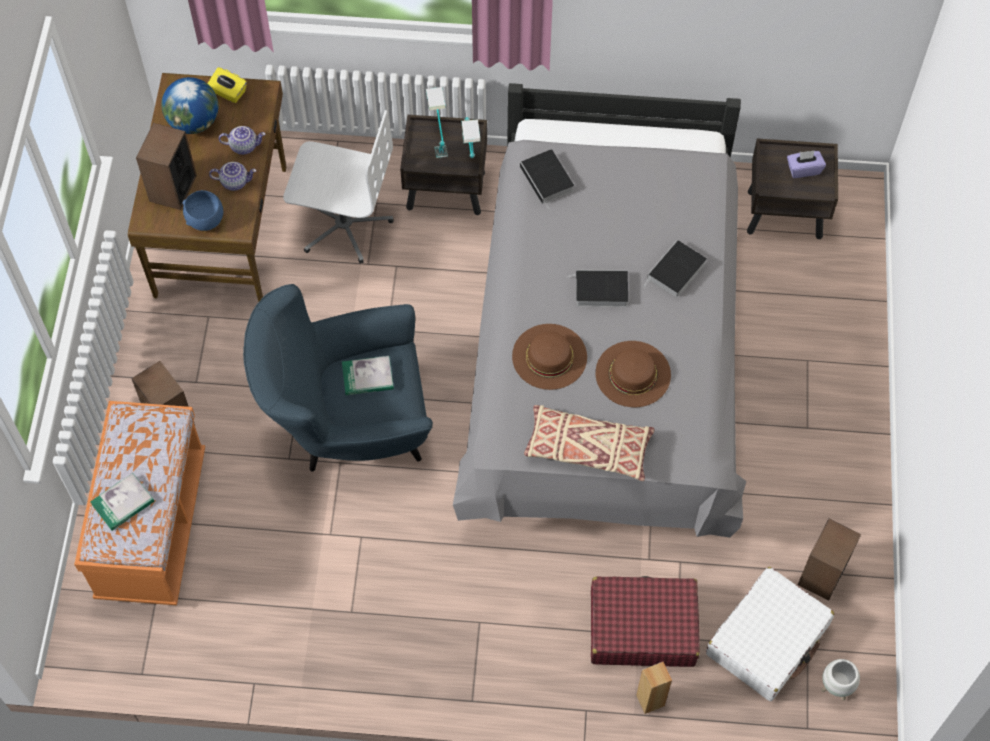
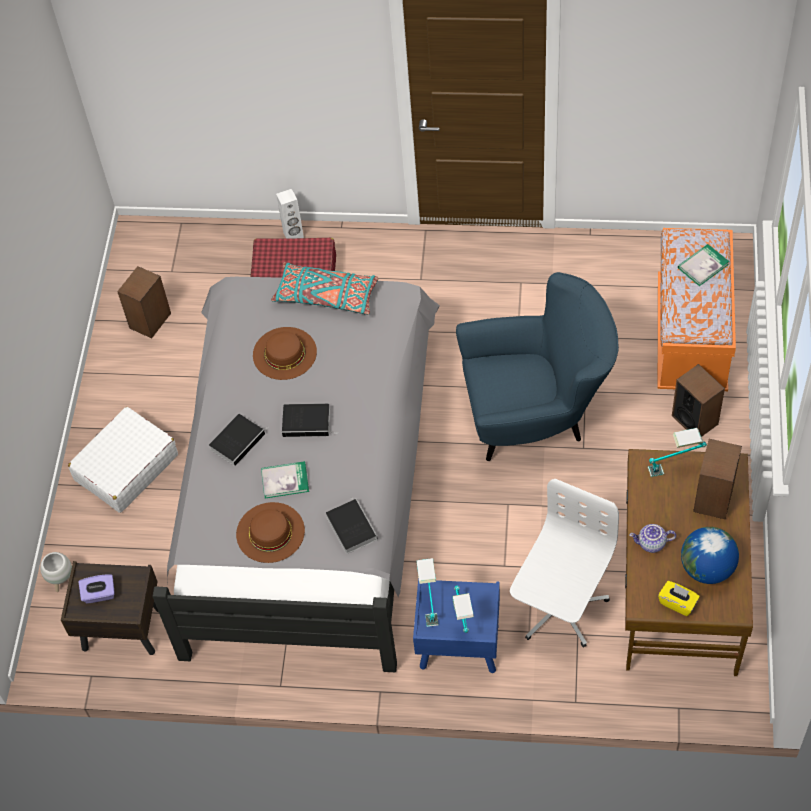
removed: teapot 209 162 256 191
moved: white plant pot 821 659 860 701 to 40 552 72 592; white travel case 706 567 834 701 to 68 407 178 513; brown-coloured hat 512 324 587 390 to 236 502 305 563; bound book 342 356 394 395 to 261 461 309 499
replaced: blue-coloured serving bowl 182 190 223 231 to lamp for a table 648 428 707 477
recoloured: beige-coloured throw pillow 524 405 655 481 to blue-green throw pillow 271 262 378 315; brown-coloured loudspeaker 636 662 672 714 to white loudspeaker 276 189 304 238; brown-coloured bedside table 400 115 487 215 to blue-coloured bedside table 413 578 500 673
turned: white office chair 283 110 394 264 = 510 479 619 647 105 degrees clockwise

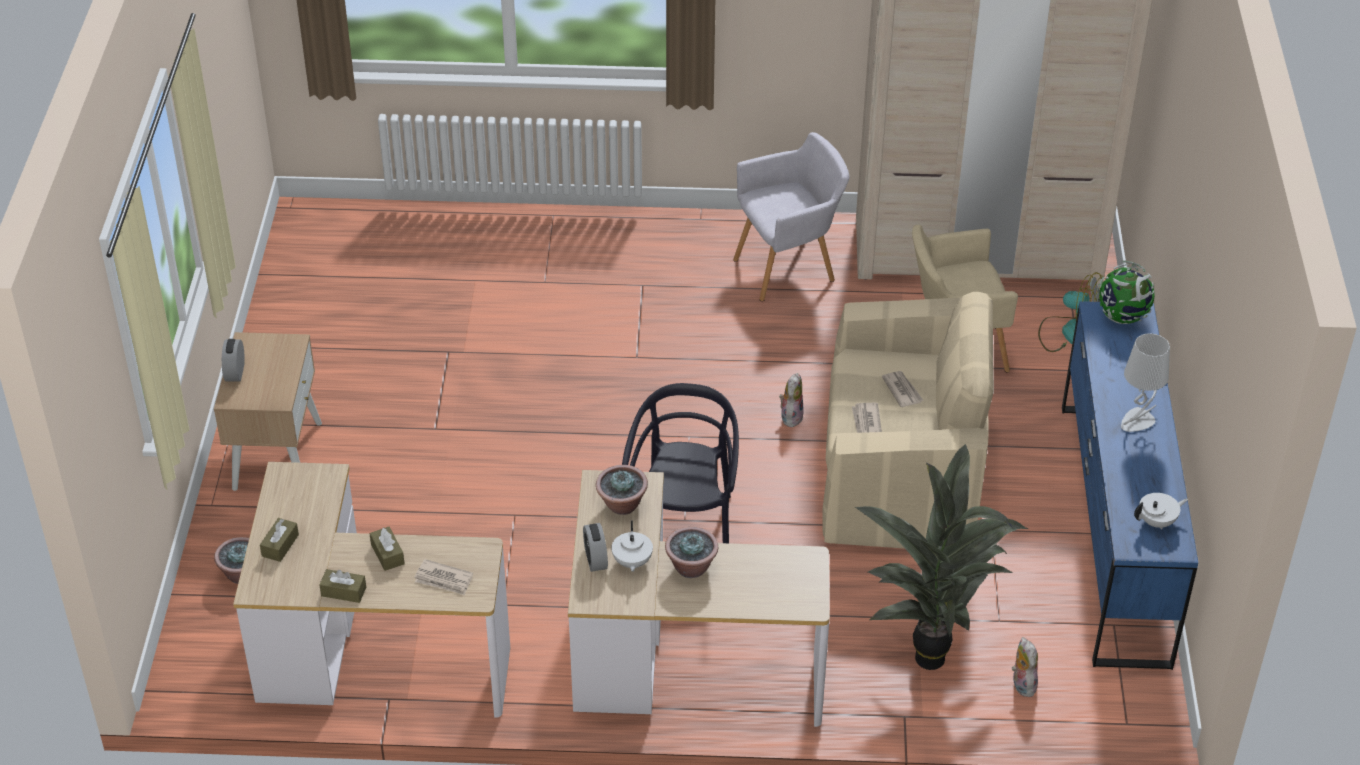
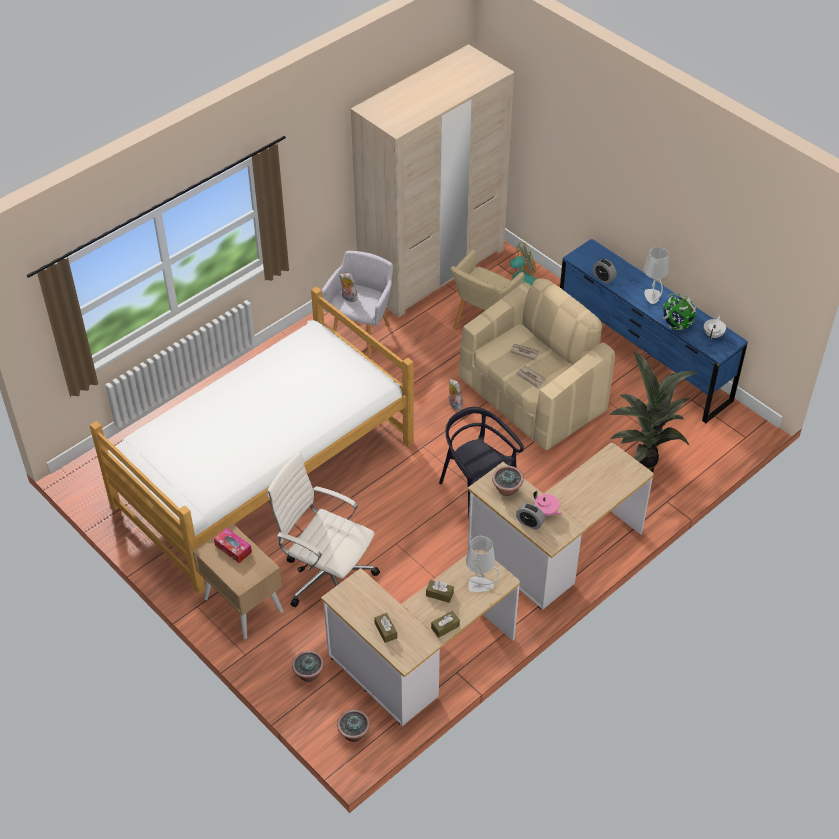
added: bed 90 287 414 594; tissue box 214 528 252 563; white office chair 267 452 380 607
moved: plant in a pot 665 527 718 578 to 337 710 370 742; cuddly toy 1012 637 1038 697 to 339 273 360 302; alarm clock 222 339 245 382 to 593 259 617 284; desk globe 1097 261 1154 324 to 663 293 696 330
replaced: newspaper 414 559 473 595 to grey lamp for a table 466 536 500 592
recoloured: white teapot 611 521 653 572 to pink-coloured teapot 533 491 562 516

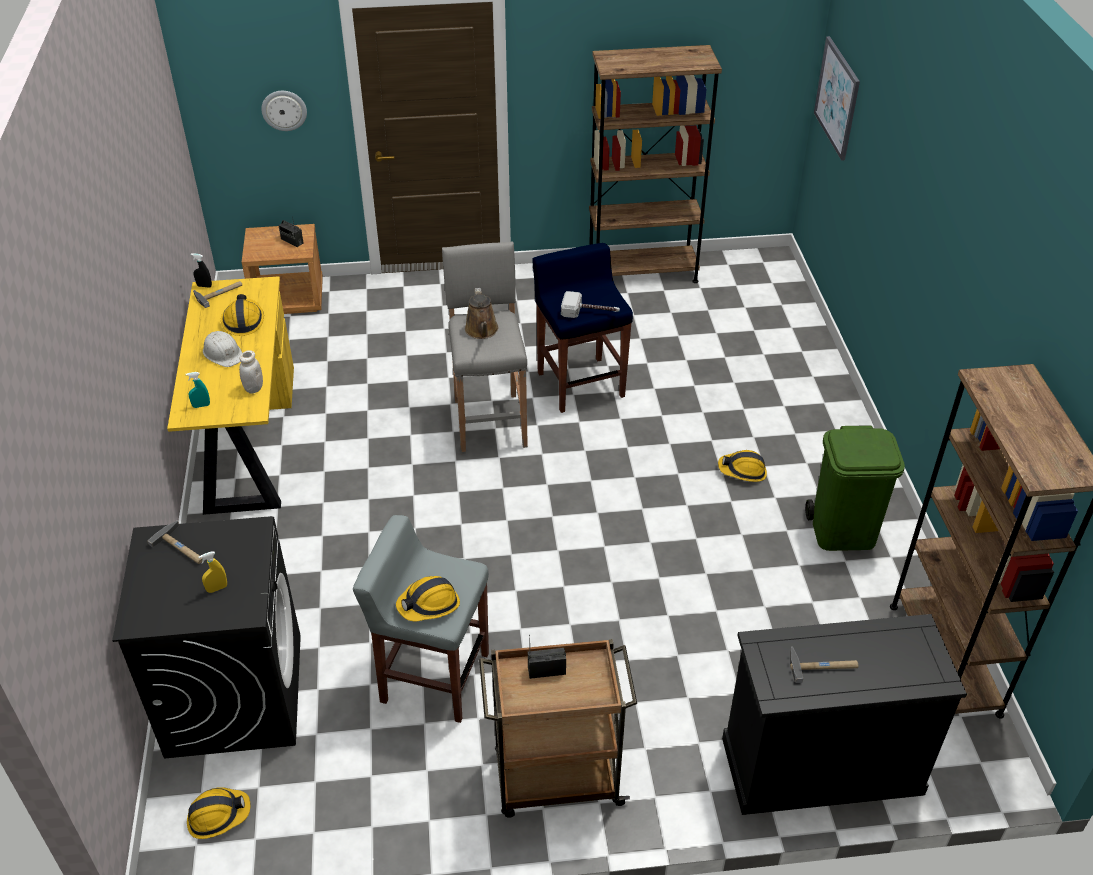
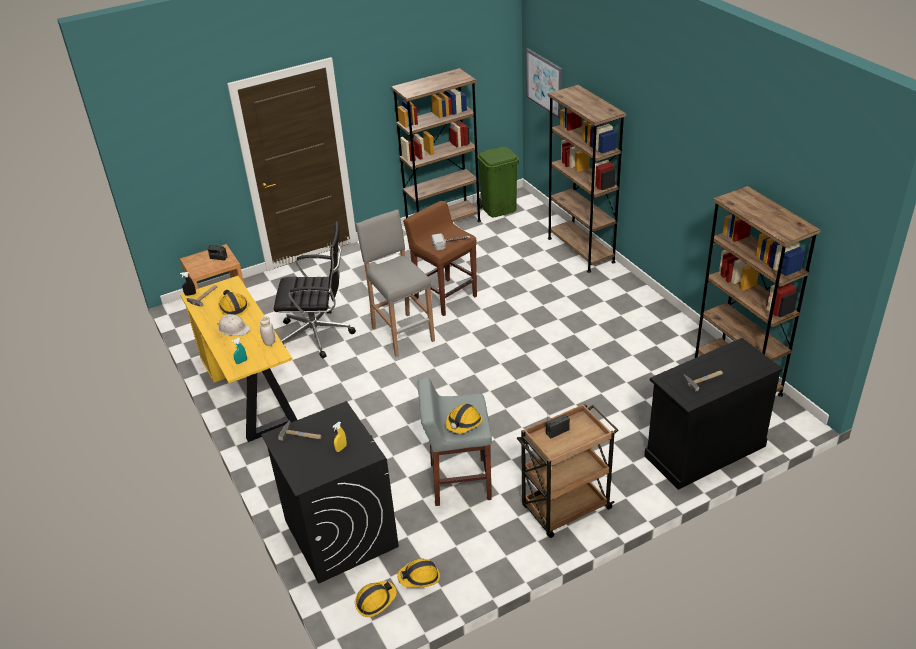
removed: hanging clock 261 91 307 131; brown-coloured sprinkling can 465 288 499 339
added: black office chair 274 221 356 358; brown-coloured bookcase 548 85 626 273
moved: hard hat 718 450 767 482 to 397 558 440 588; green rubbish bin 805 425 905 551 to 478 147 519 217
recoloured: blue-coloured stool seat 532 243 633 413 to brown-coloured stool seat 403 201 477 316

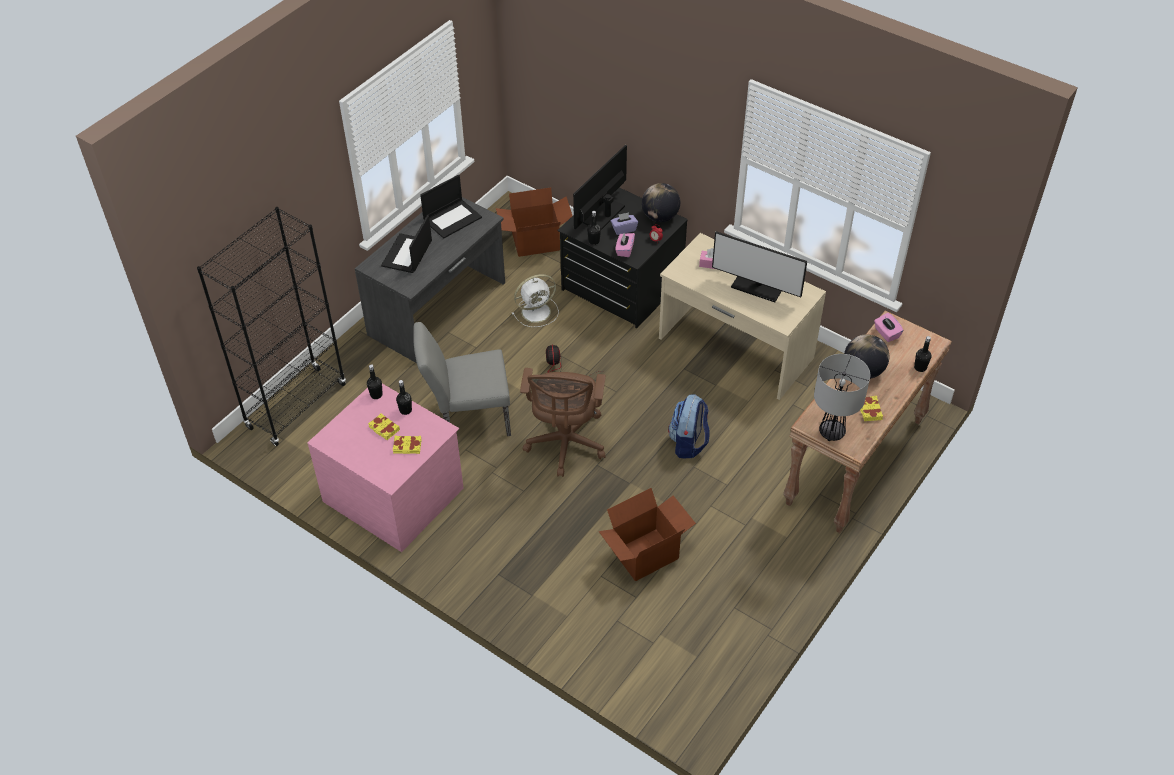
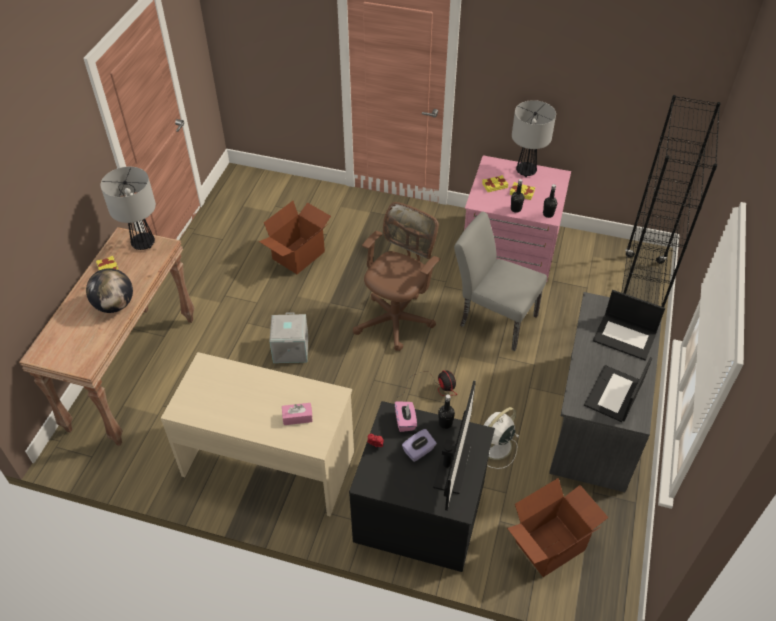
removed: desk globe 642 183 680 222; computer display 712 231 807 302; pink-coloured tissue box 874 312 904 342; black drink bottle 914 336 932 372
added: lamp for a table 512 100 556 177
replaced: backpack 668 394 709 458 to grey storage bin 269 312 308 363
turned: brown-coloured office chair 520 368 606 477 = 353 202 441 351 45 degrees clockwise; grey upright chair 413 322 511 436 = 454 211 547 351 120 degrees counterclockwise; notebook computer 381 215 432 273 = 593 290 665 361 120 degrees clockwise

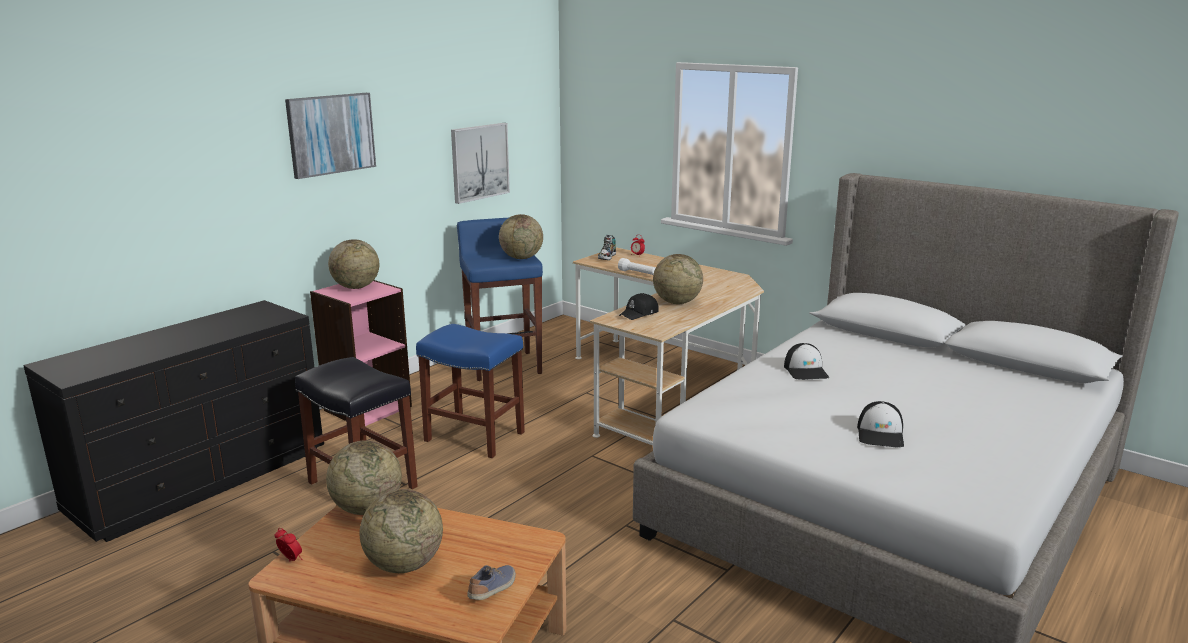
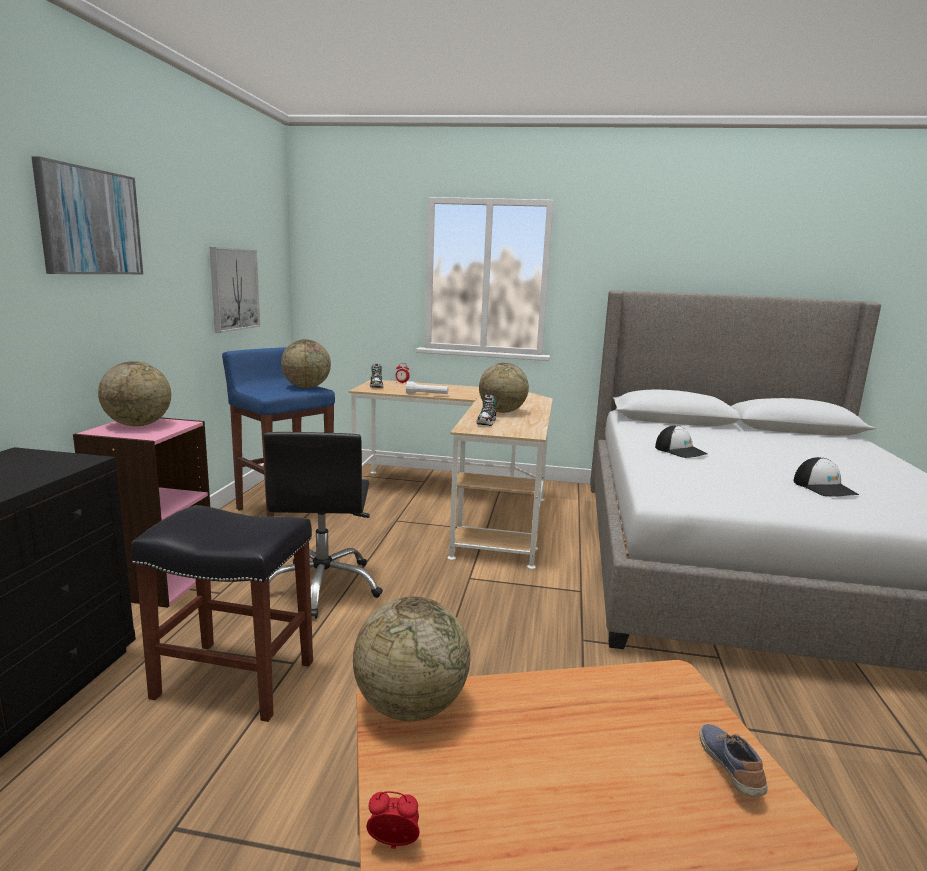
removed: desk globe 359 489 443 573
replaced: blue-coloured stool seat 416 324 525 458 to black office chair 263 432 383 619; black baseball cap 619 293 659 320 to item of footwear 476 394 497 426

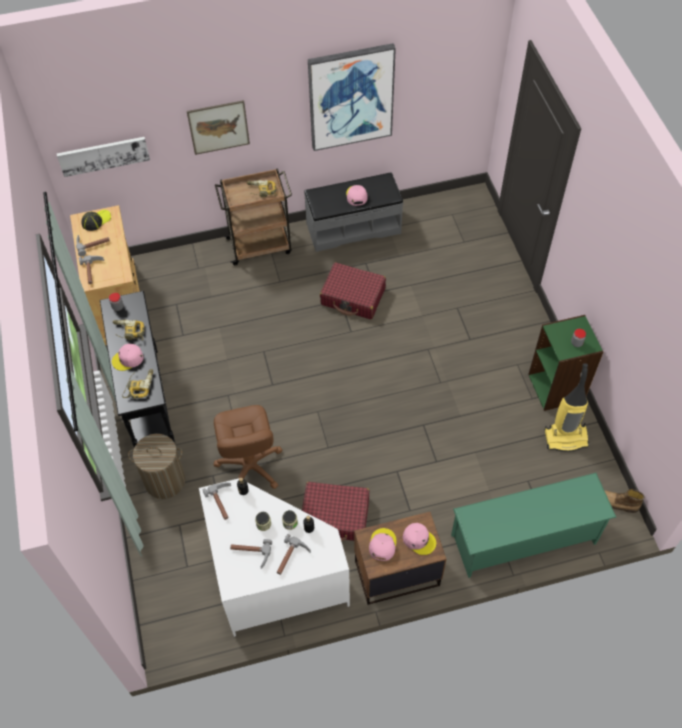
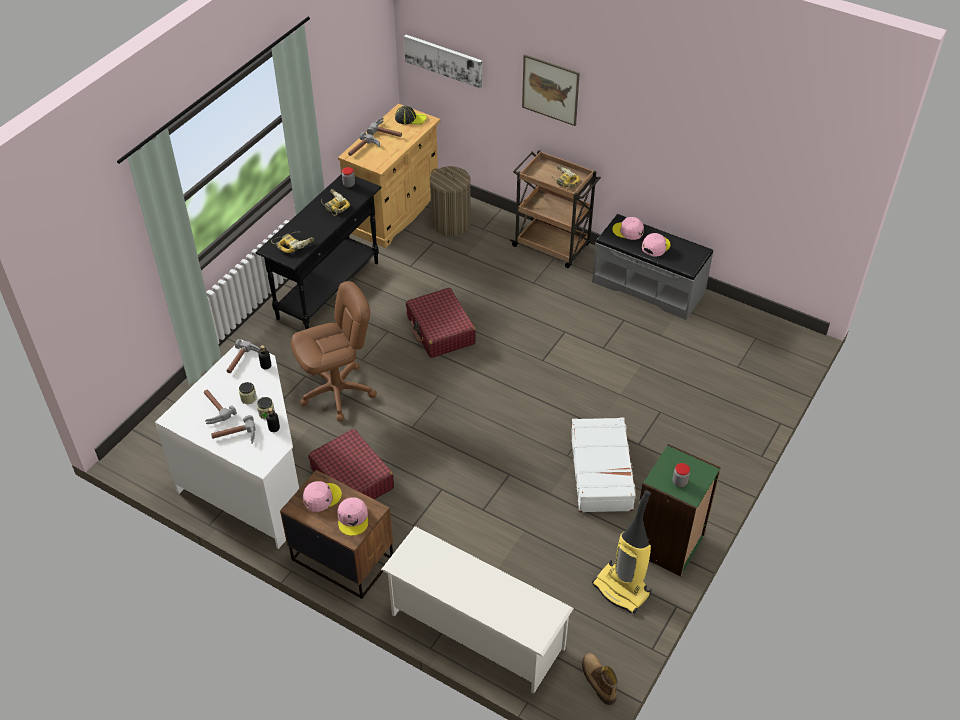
removed: wall picture 308 43 396 151
added: white travel case 571 417 637 513
moved: red-coloured travel case 320 262 386 319 to 406 288 476 358; washing basket 128 434 185 499 to 430 166 471 236; pink-coloured baseball cap 112 344 143 371 to 612 217 644 240
recoloured: green shoe stand 451 473 616 578 to white shoe stand 381 526 574 694
turned: brown-coloured office chair 214 405 282 489 = 291 281 377 421 150 degrees counterclockwise

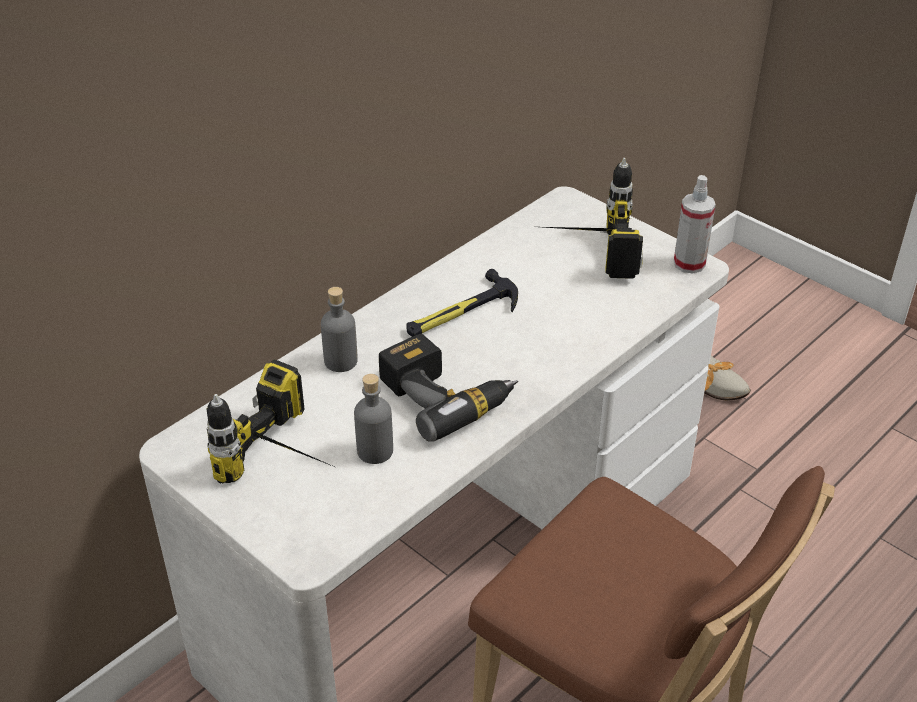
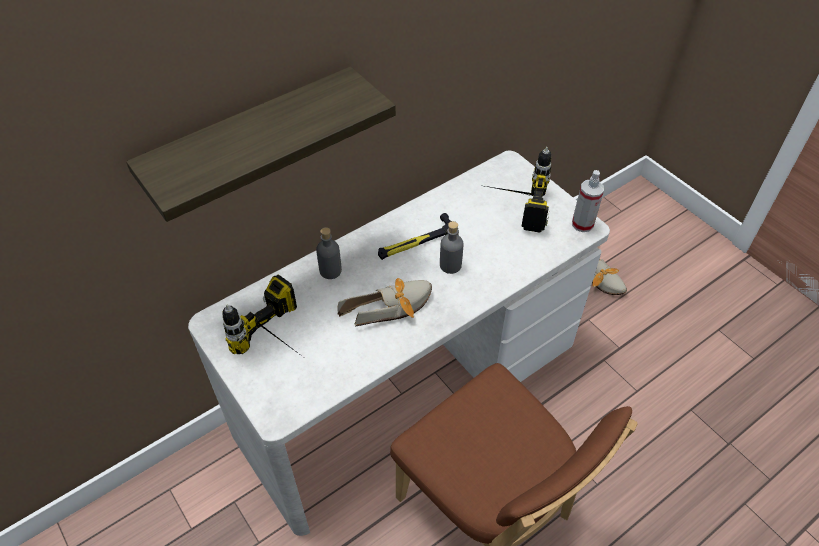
added: shelf 126 66 396 222
moved: grey drink bottle 354 374 393 464 to 440 221 463 274
replaced: power drill 379 334 518 442 to item of footwear 337 278 432 327

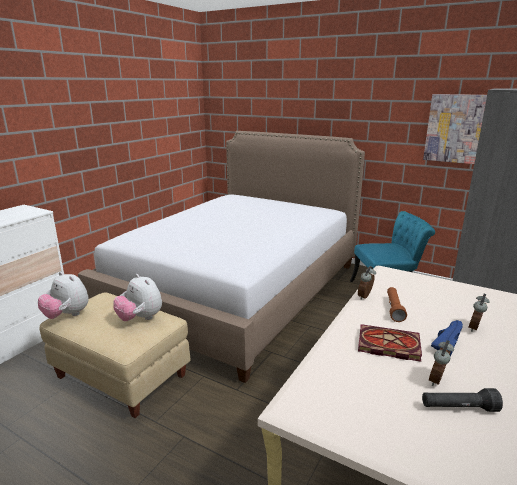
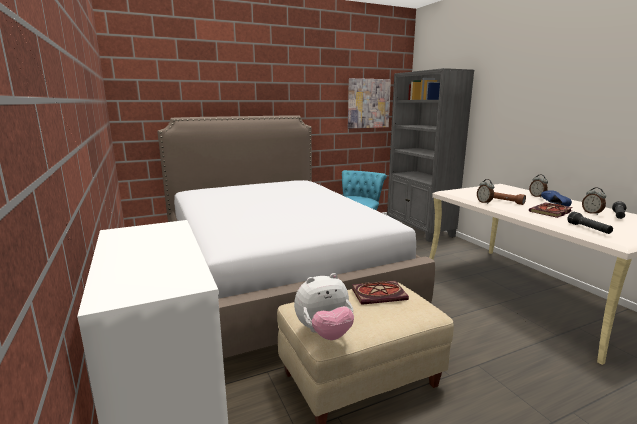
added: black flashlight 567 212 613 234
replaced: cuddly toy 113 274 162 321 to bound book 352 281 409 305

